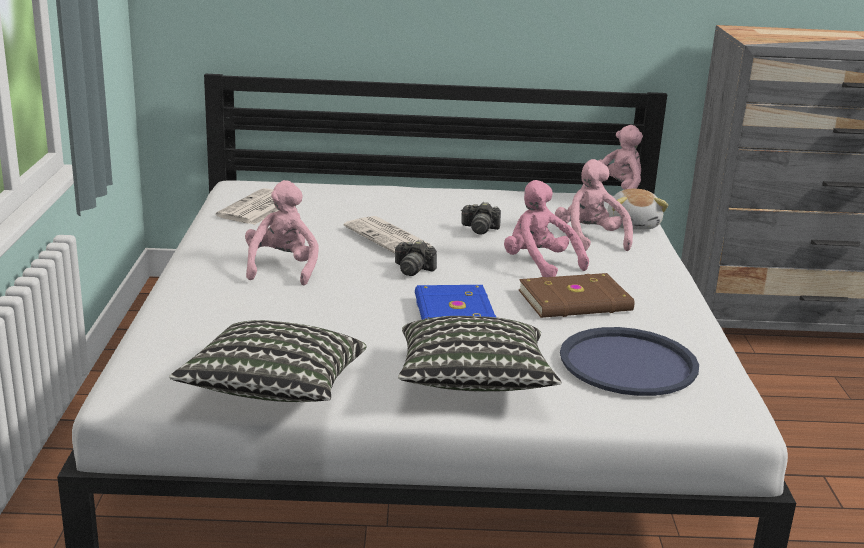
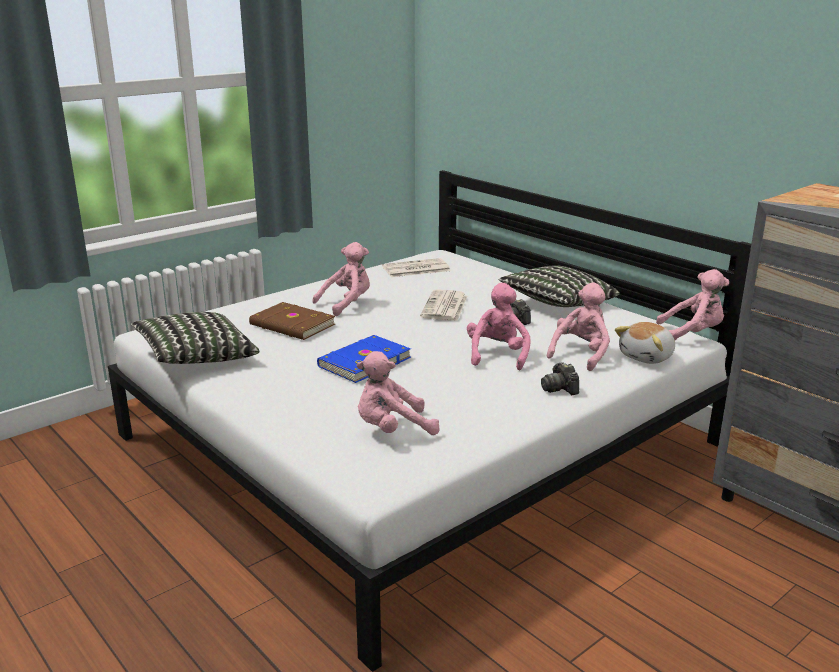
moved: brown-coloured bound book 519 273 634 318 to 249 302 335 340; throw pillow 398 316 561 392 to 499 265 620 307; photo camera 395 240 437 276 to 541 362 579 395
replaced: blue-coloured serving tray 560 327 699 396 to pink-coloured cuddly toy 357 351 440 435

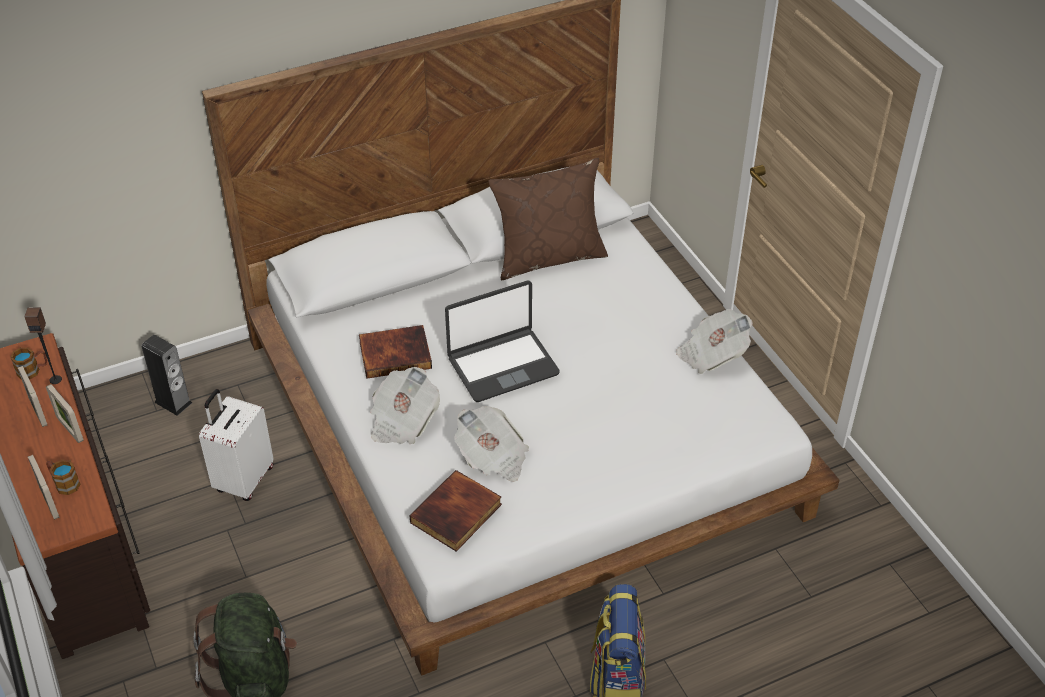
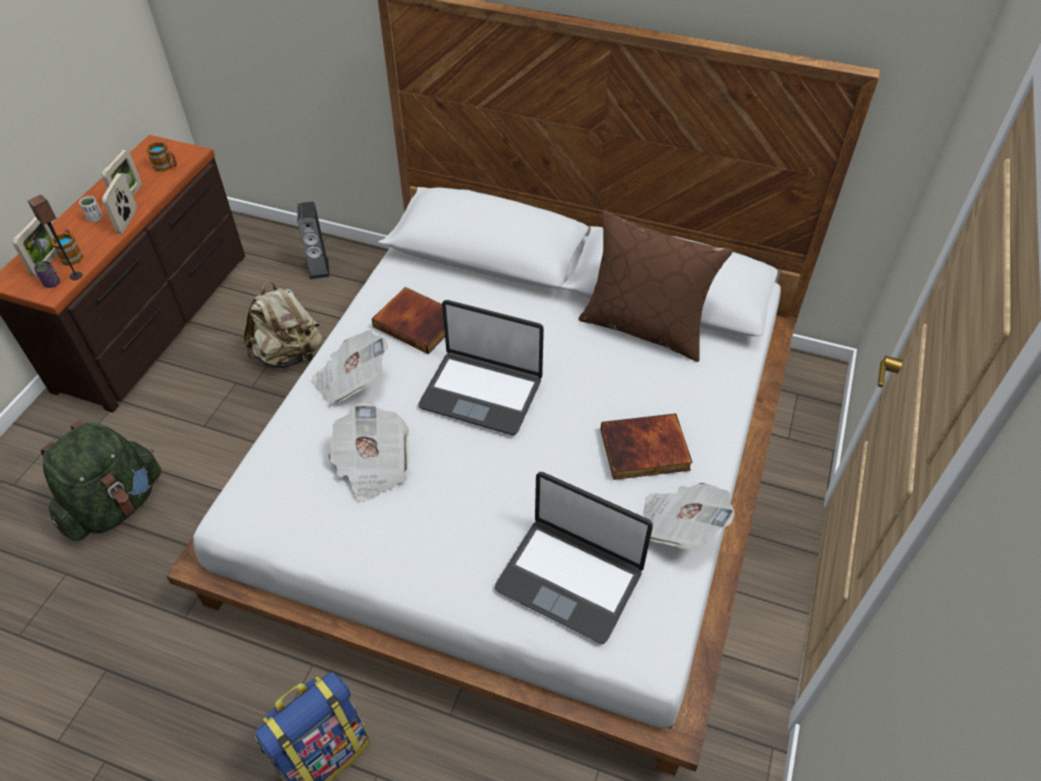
added: purple small cup 34 261 60 288; white small cup 79 196 102 222; notebook computer 495 472 653 644
moved: loudspeaker 24 307 62 384 to 28 195 83 280; bound book 409 470 502 552 to 600 413 693 480
replaced: white travel case 199 389 273 501 to beige-coloured backpack 244 280 322 368

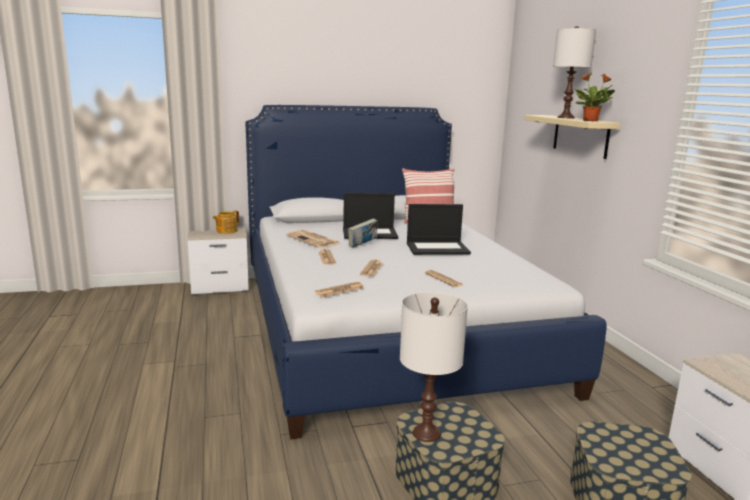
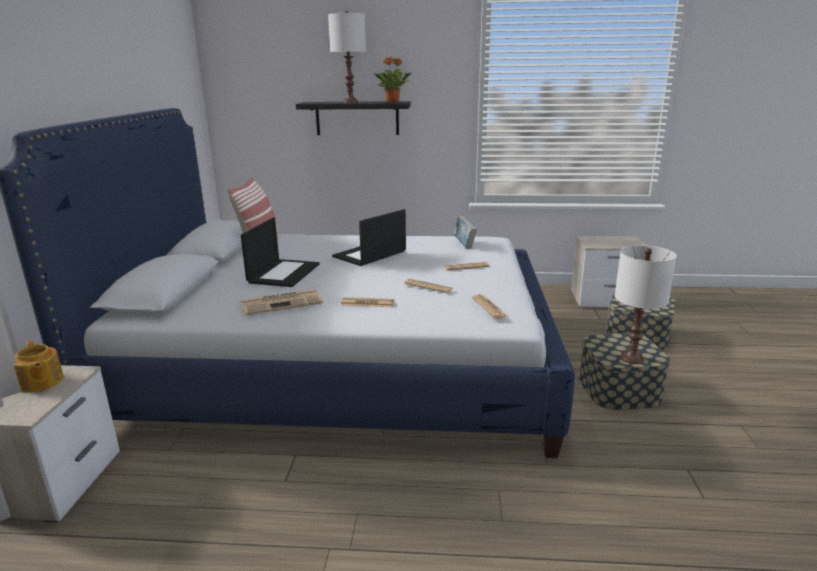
moved: bound book 348 218 377 248 to 453 216 477 249
recoloured: beige-coloured shelf 524 115 621 159 to black shelf 296 101 411 135
turned: notebook computer 407 204 471 255 = 332 209 406 266 150 degrees counterclockwise

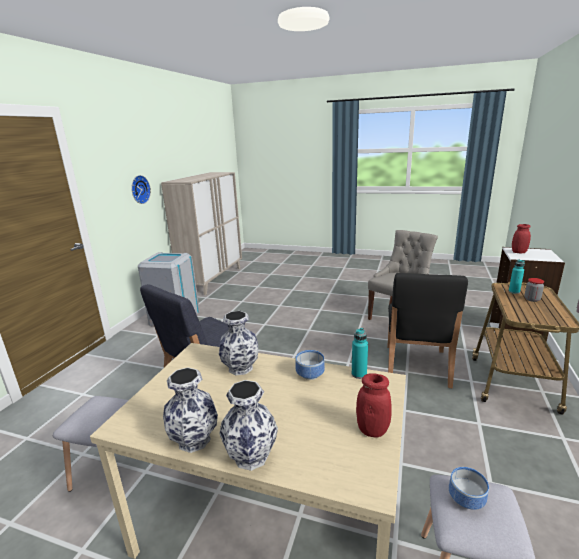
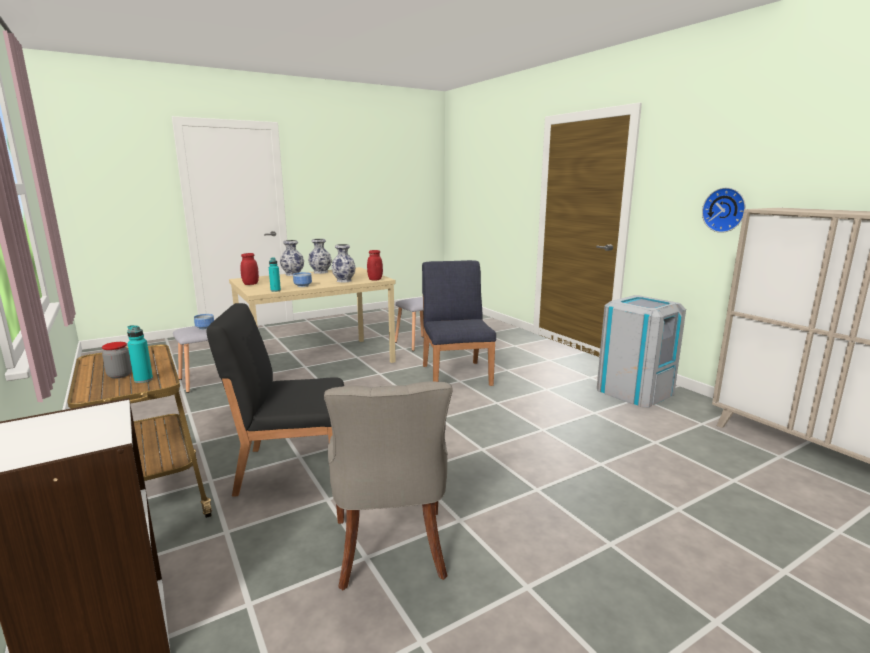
moved: red-coloured preserve jar 512 224 531 253 to 367 250 383 281
turned: black upright chair 387 273 468 388 = 207 303 344 497 60 degrees counterclockwise

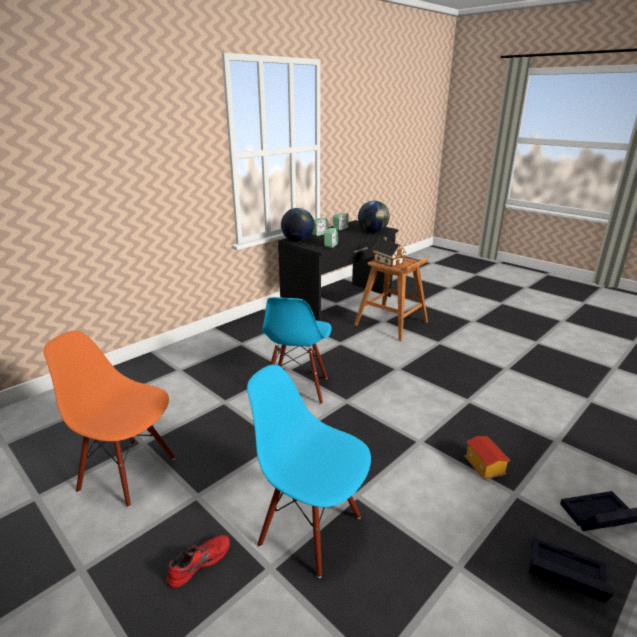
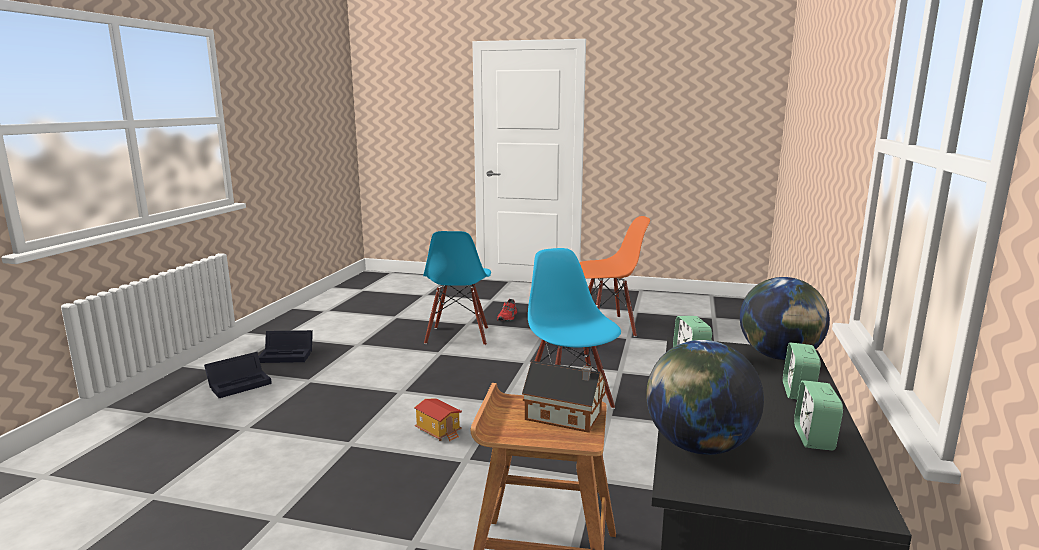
moved: model house 464 436 510 480 to 414 398 462 441
turned: blue-coloured upright chair 247 364 371 578 = 423 231 491 346 90 degrees clockwise

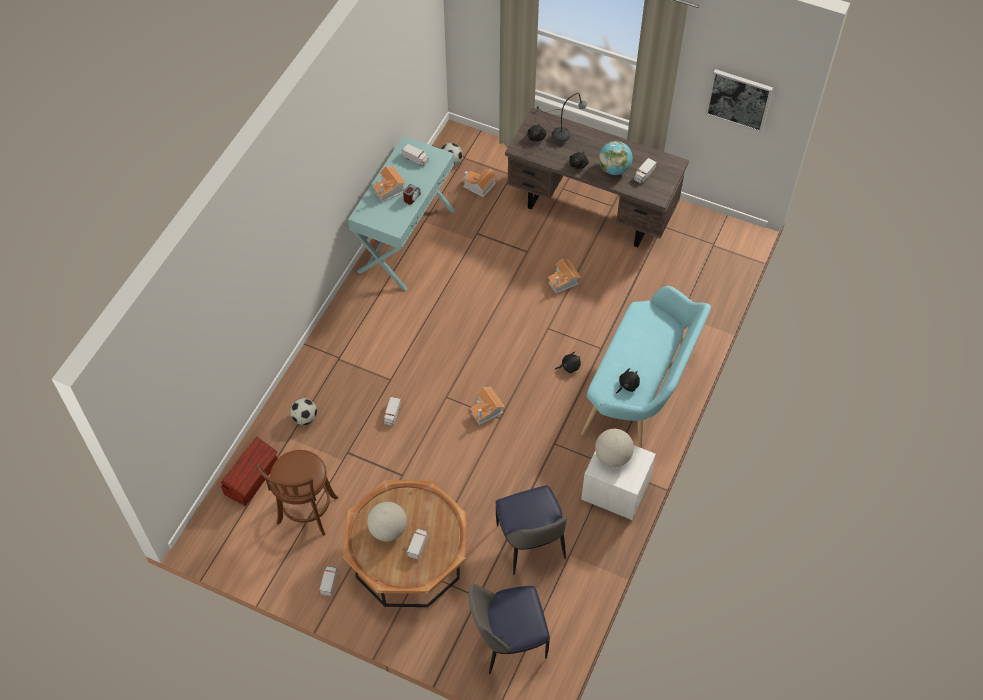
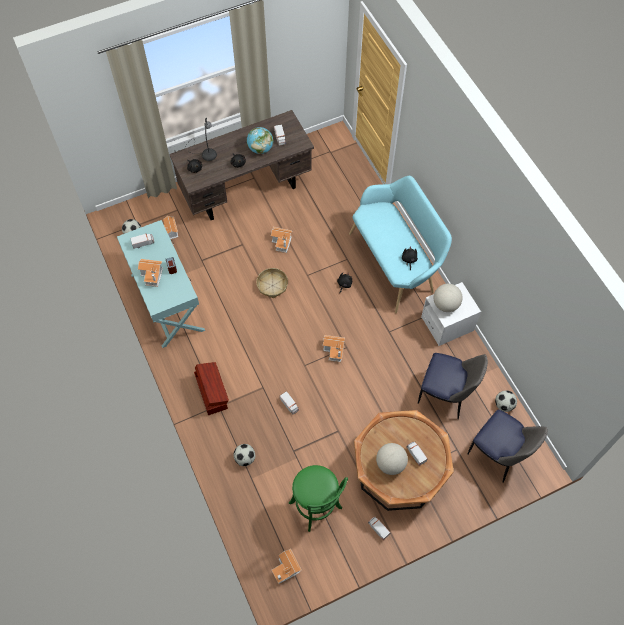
removed: wall picture 705 69 773 132
added: storage basket 256 268 288 298; model house 272 549 301 584; football 495 390 517 412
moved: brown-coloured storage bin 221 436 278 506 to 194 362 229 415
recoloured: brown-coloured stool seat 256 450 338 536 to green stool seat 289 465 348 532
turned: upright chair 468 584 550 675 = 468 410 548 483 75 degrees counterclockwise

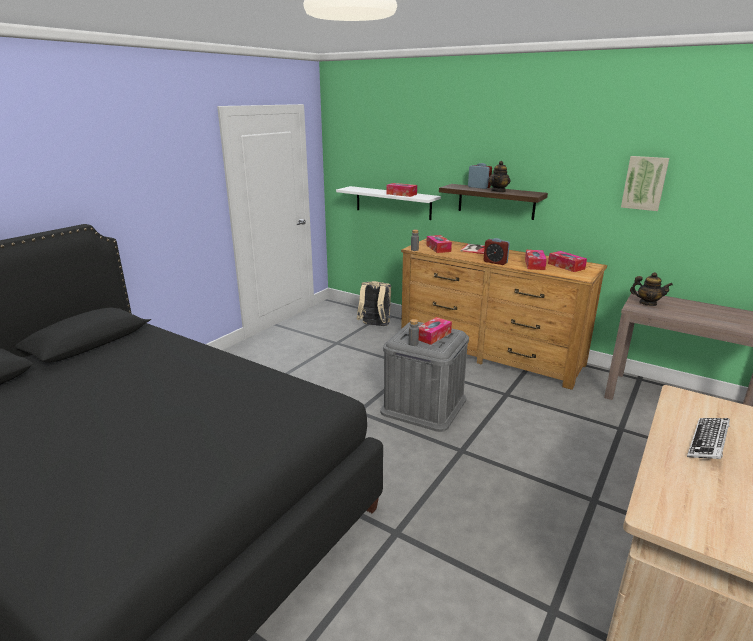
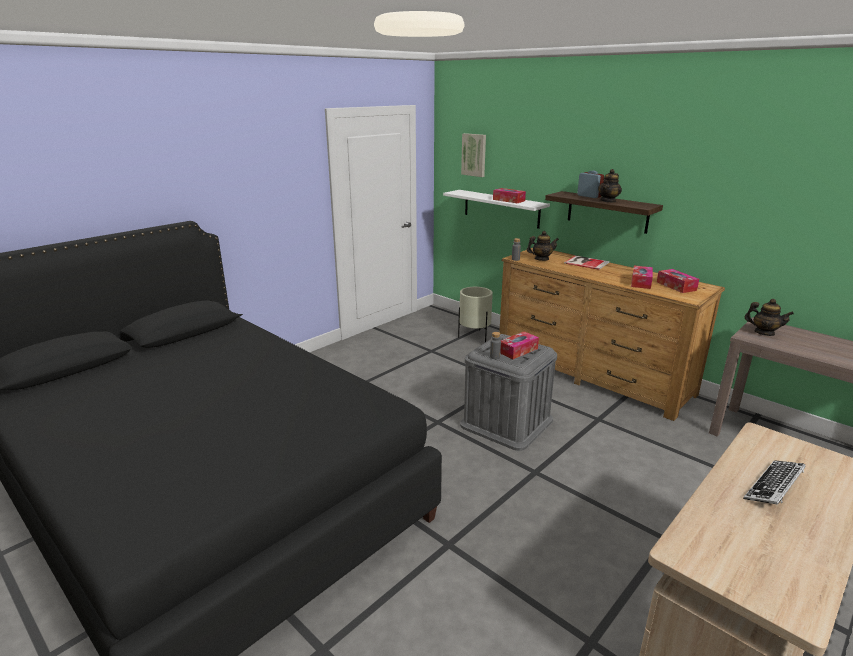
removed: alarm clock 484 238 510 265
moved: wall picture 621 156 669 211 to 461 133 486 177
replaced: beige-coloured backpack 357 281 391 326 to beige-coloured plant pot 458 287 493 342; tissue box 426 235 452 253 to teapot 527 231 559 261

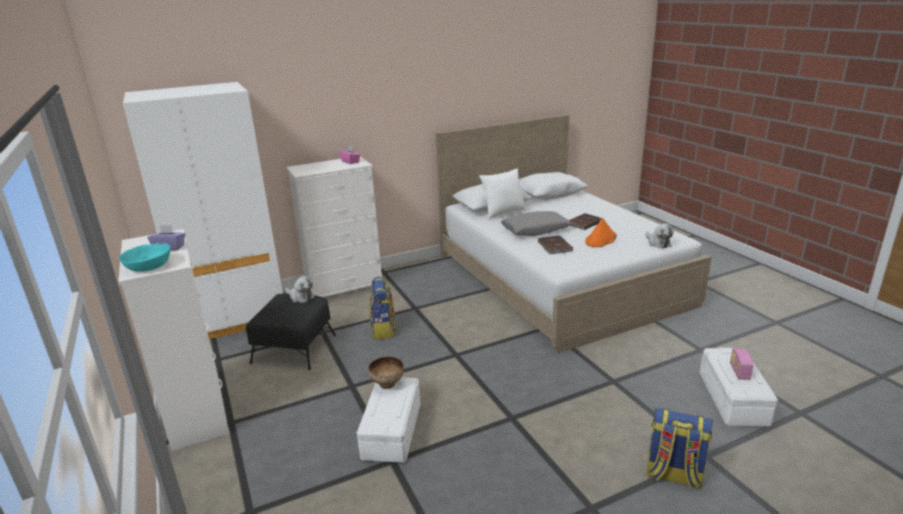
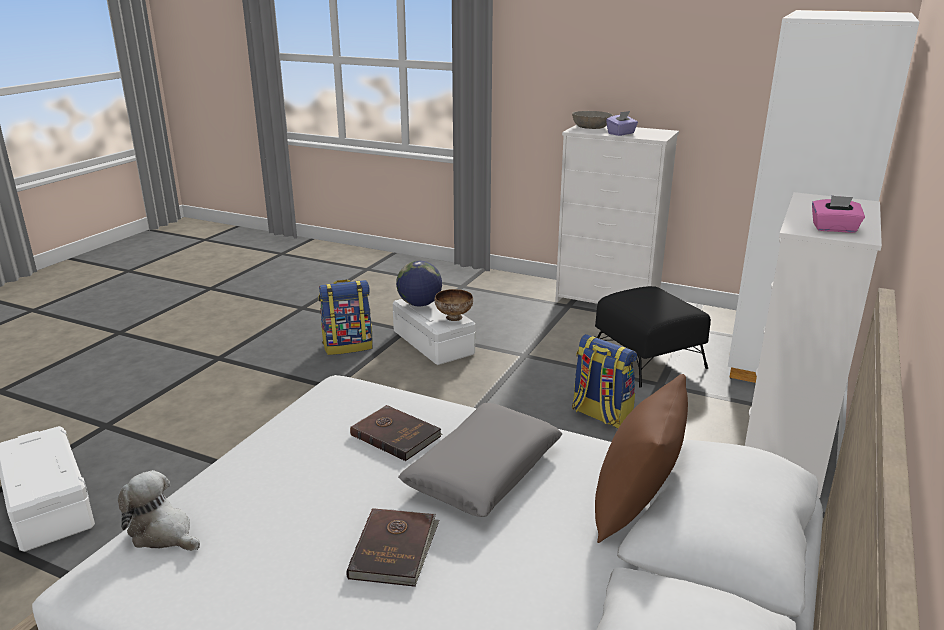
removed: cuddly toy 285 276 314 303; orange hat 585 218 617 247; radio receiver 730 348 754 380
added: desk globe 396 261 442 306
moved: backpack 646 408 713 489 to 319 279 373 355
recoloured: blue-green serving bowl 119 243 170 272 to grey serving bowl 572 111 613 129; white throw pillow 479 169 526 220 to brown-coloured throw pillow 595 374 688 543

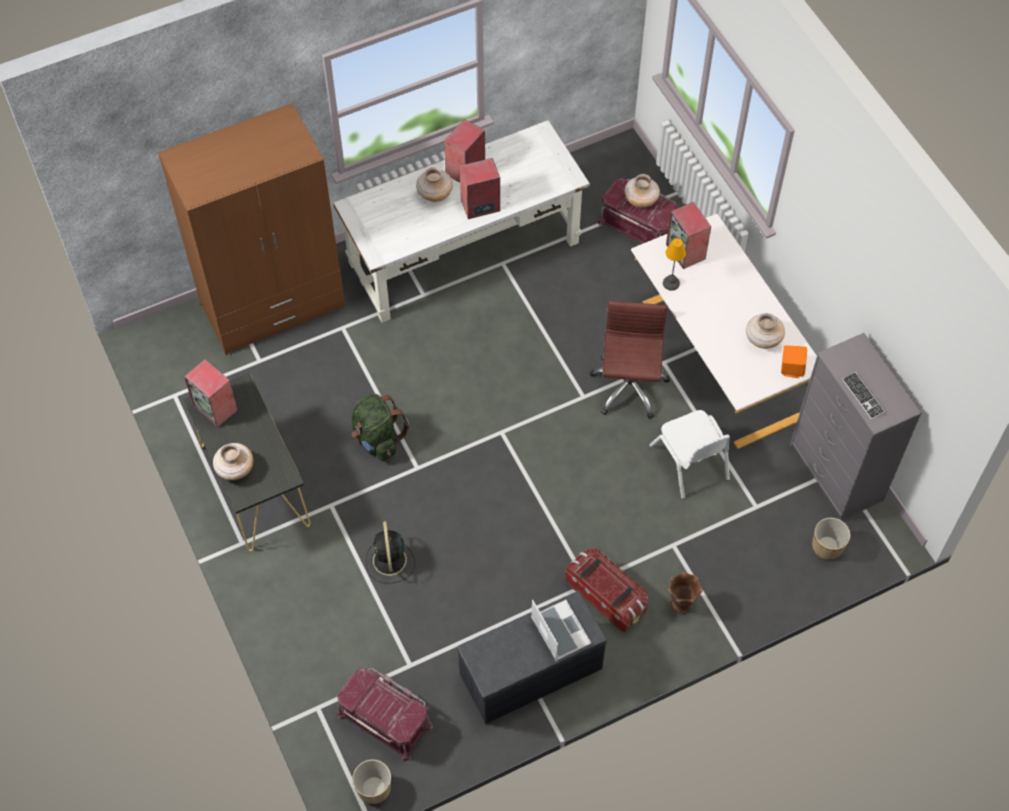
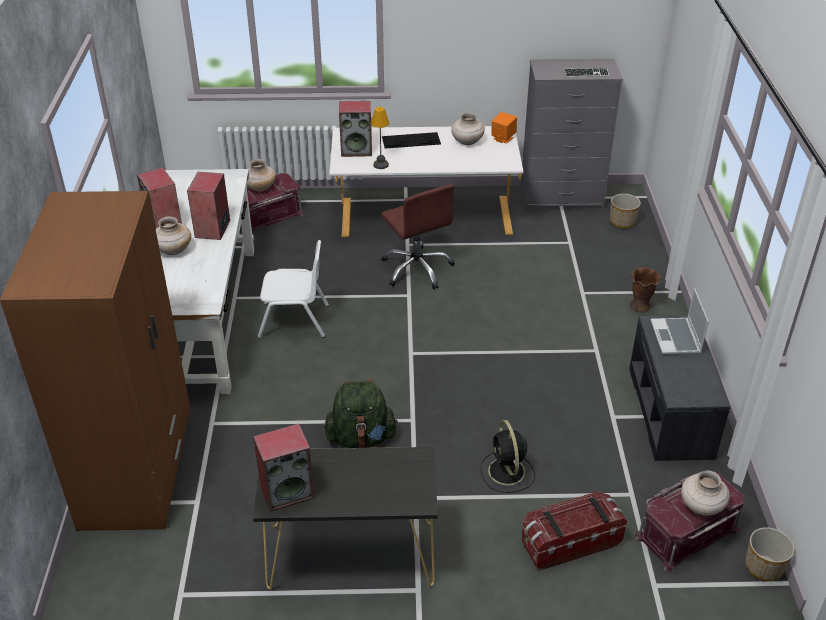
added: computer keyboard 382 132 441 149
moved: white upright chair 649 410 730 499 to 257 240 329 338; storage bin 565 549 648 633 to 521 491 627 570; beige-coloured flower vase 213 443 253 480 to 681 471 730 516
turned: brown-coloured office chair 590 301 670 419 = 381 184 455 289 150 degrees counterclockwise; black electric fan 366 521 415 583 = 481 420 535 493 60 degrees clockwise; notebook computer 531 600 591 661 = 650 288 709 354 90 degrees counterclockwise

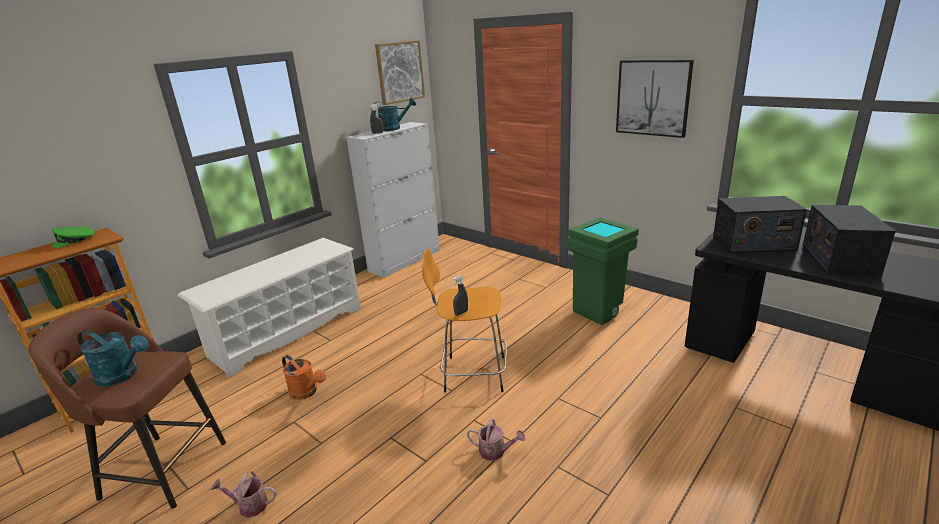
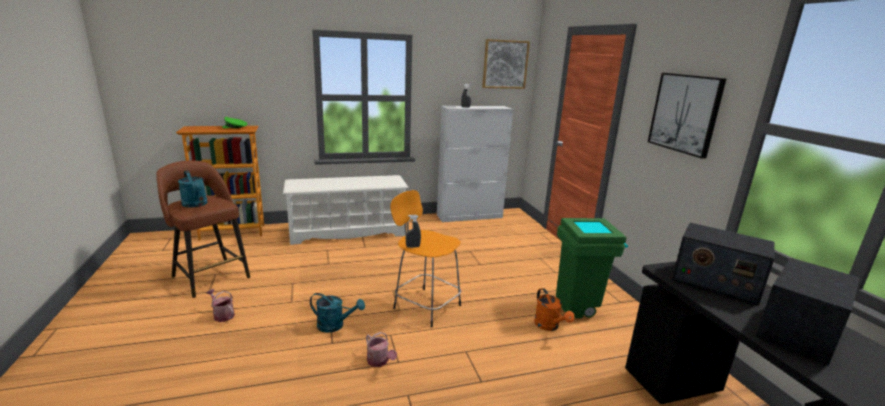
moved: blue-green sprinkling can 374 98 416 131 to 310 293 365 333; orange sprinkling can 282 355 326 400 to 534 288 575 331

